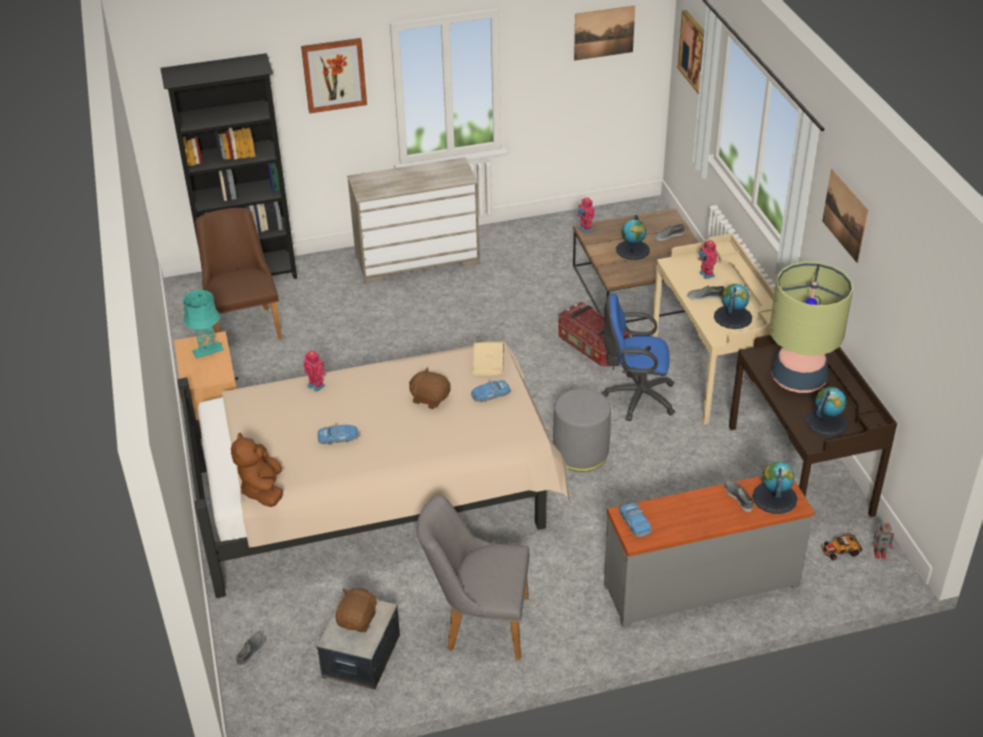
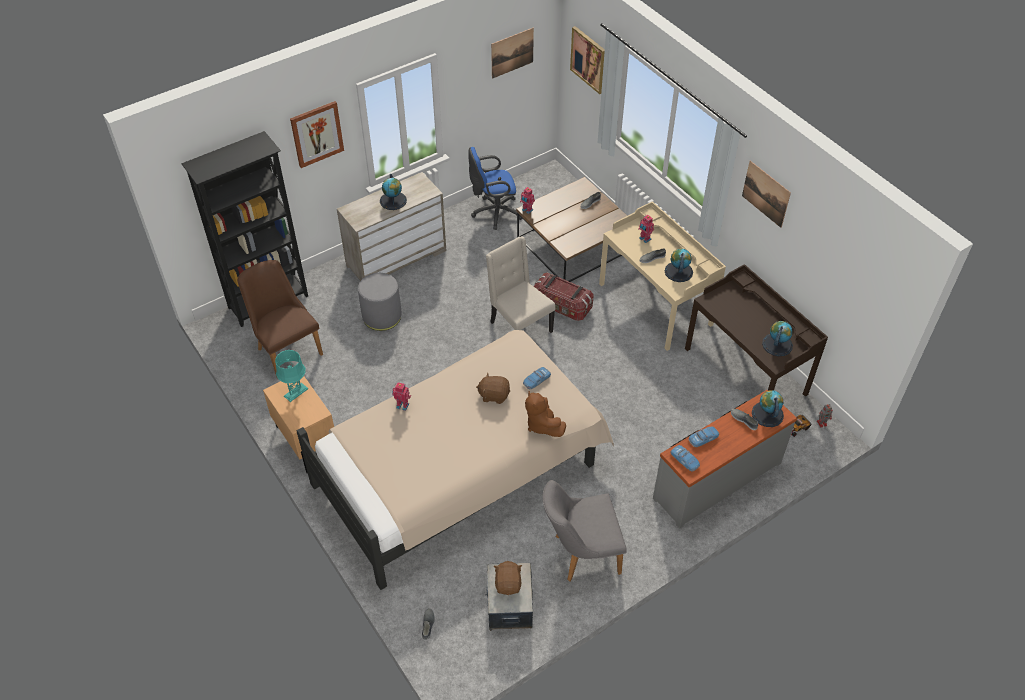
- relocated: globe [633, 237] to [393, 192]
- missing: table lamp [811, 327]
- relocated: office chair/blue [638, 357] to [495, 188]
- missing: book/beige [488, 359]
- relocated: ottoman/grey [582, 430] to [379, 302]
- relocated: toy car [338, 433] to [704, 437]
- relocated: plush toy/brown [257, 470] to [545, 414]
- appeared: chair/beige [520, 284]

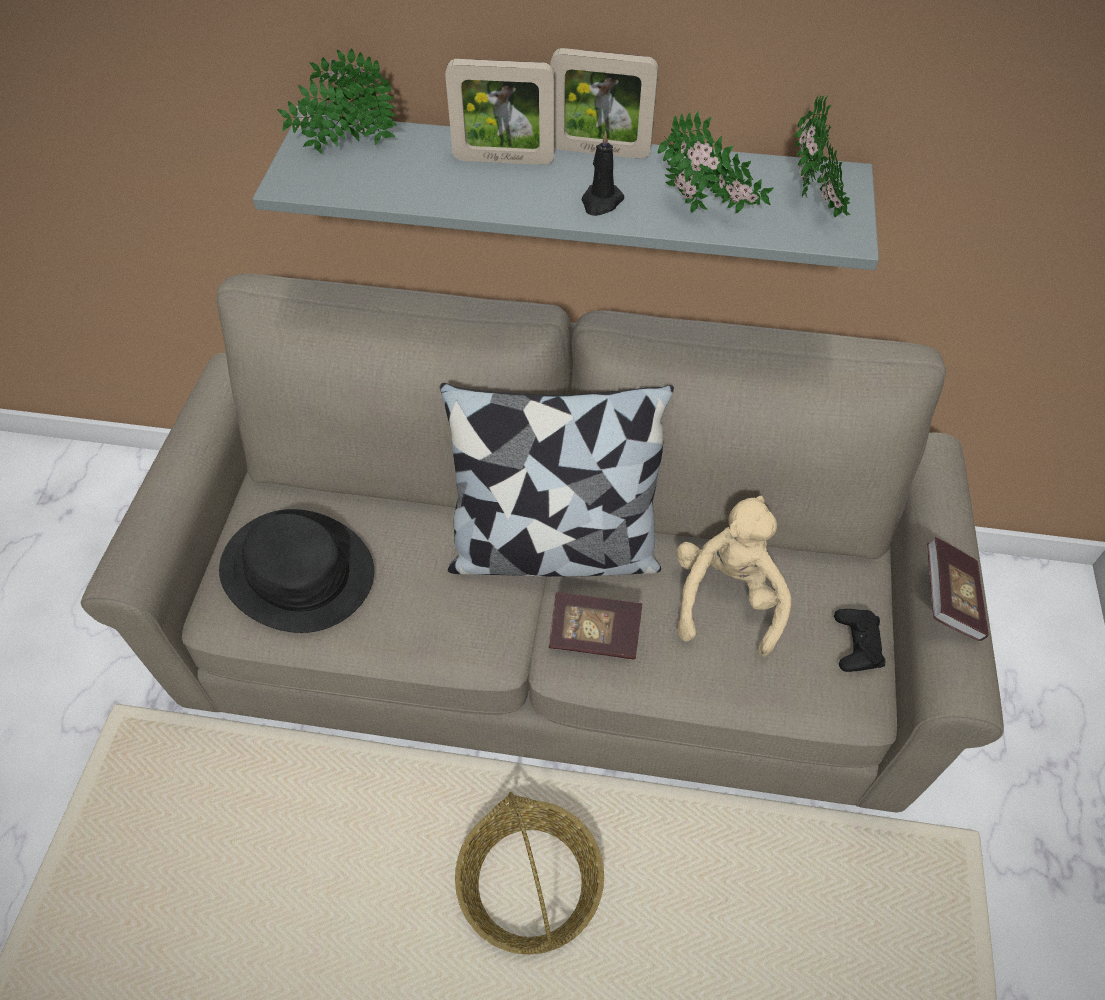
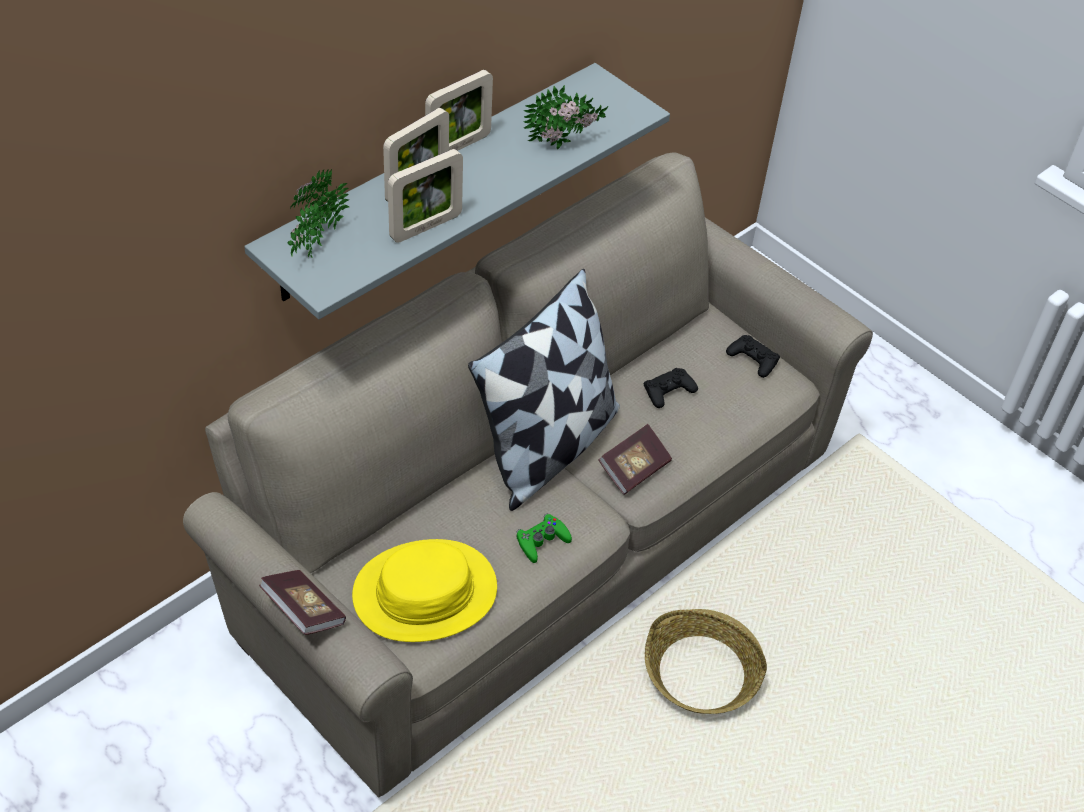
- missing: potted plant [823, 156]
- missing: candle/black [602, 173]
- exchanged: plush toy/beige [733, 576] to game controller/black [671, 388]
- colour: hat/black [296, 571] to hat/yellow [424, 590]
- relocated: book [958, 589] to [302, 602]
- appeared: picture frame [425, 196]
- appeared: game controller/green [544, 538]

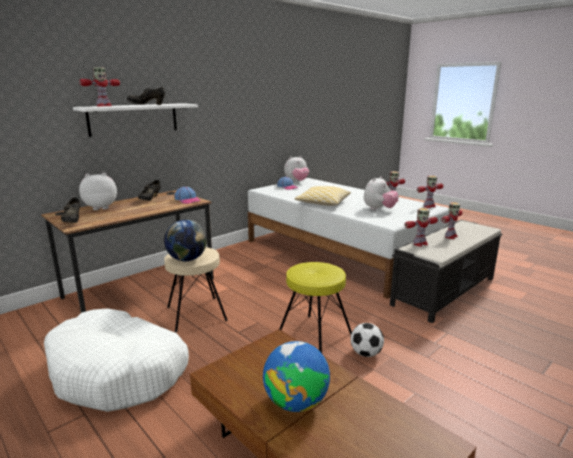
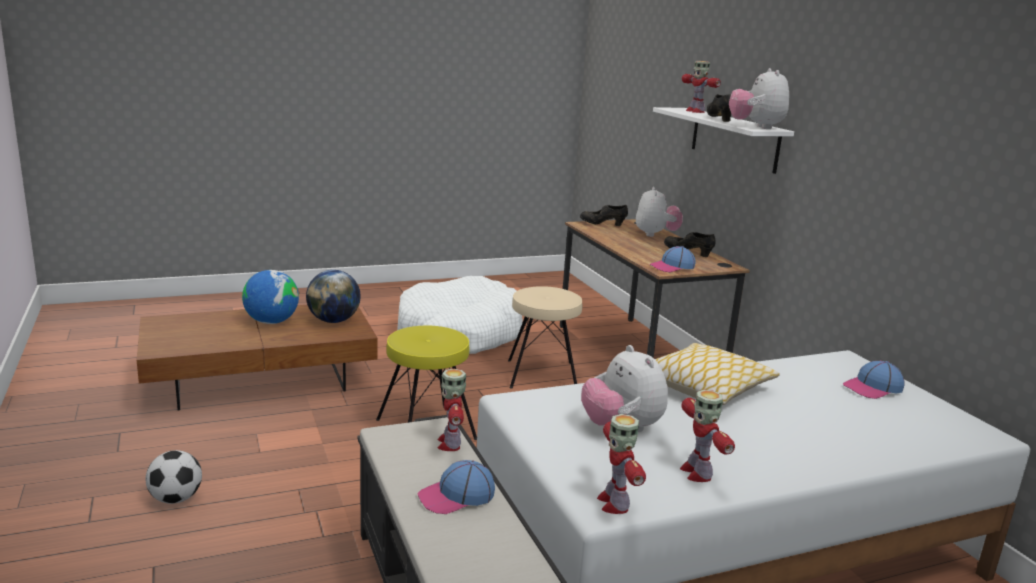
- relocated: plush toy [296, 169] to [759, 98]
- exchanged: toy robot [452, 220] to cap [456, 487]
- relocated: globe [185, 240] to [333, 296]
- relocated: football [367, 340] to [174, 477]

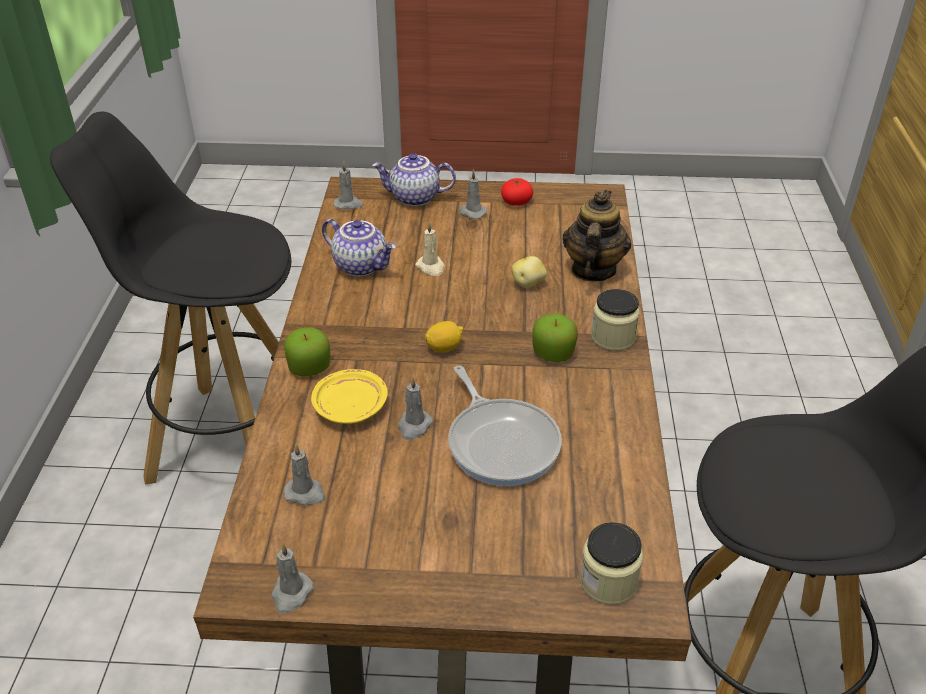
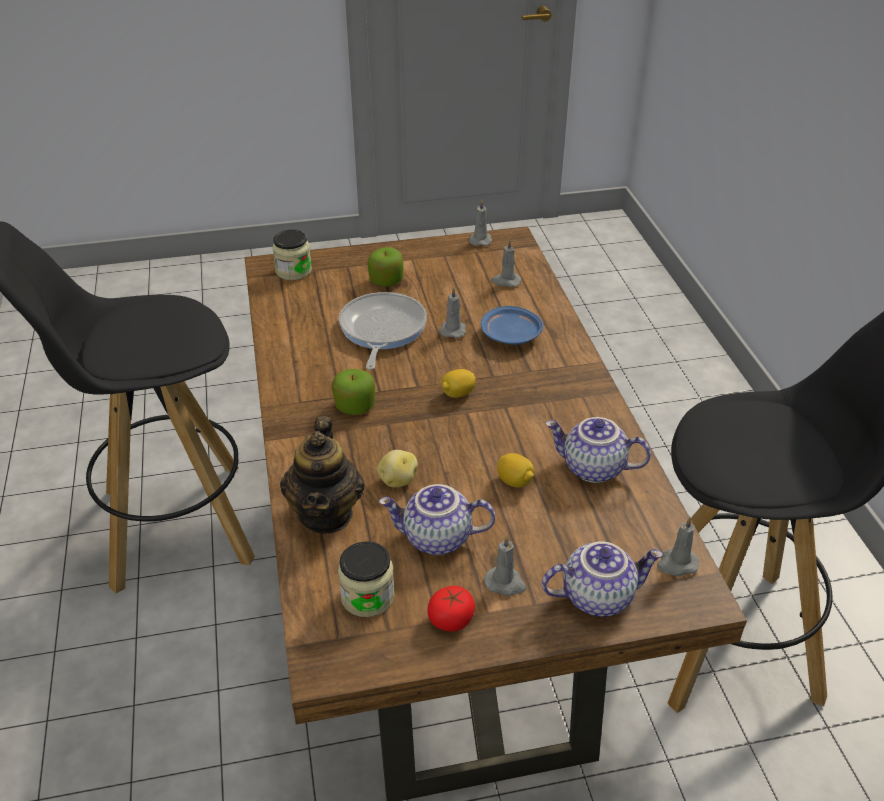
- exchanged: candle/beige [430, 249] to lemon [515, 470]
- relocated: jar [615, 320] to [366, 579]
- relocated: apple [307, 352] to [385, 267]
- spun: frying pan [505, 425] = [383, 331] 45 degrees clockwise
- colour: plate/yellow [349, 396] to plate/blue [512, 325]
- appeared: teapot [437, 519]

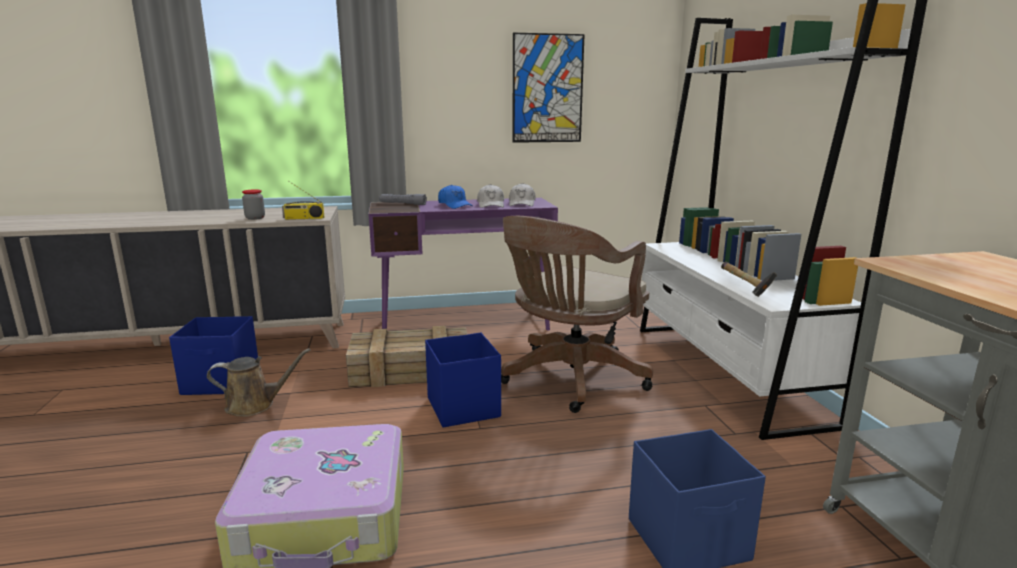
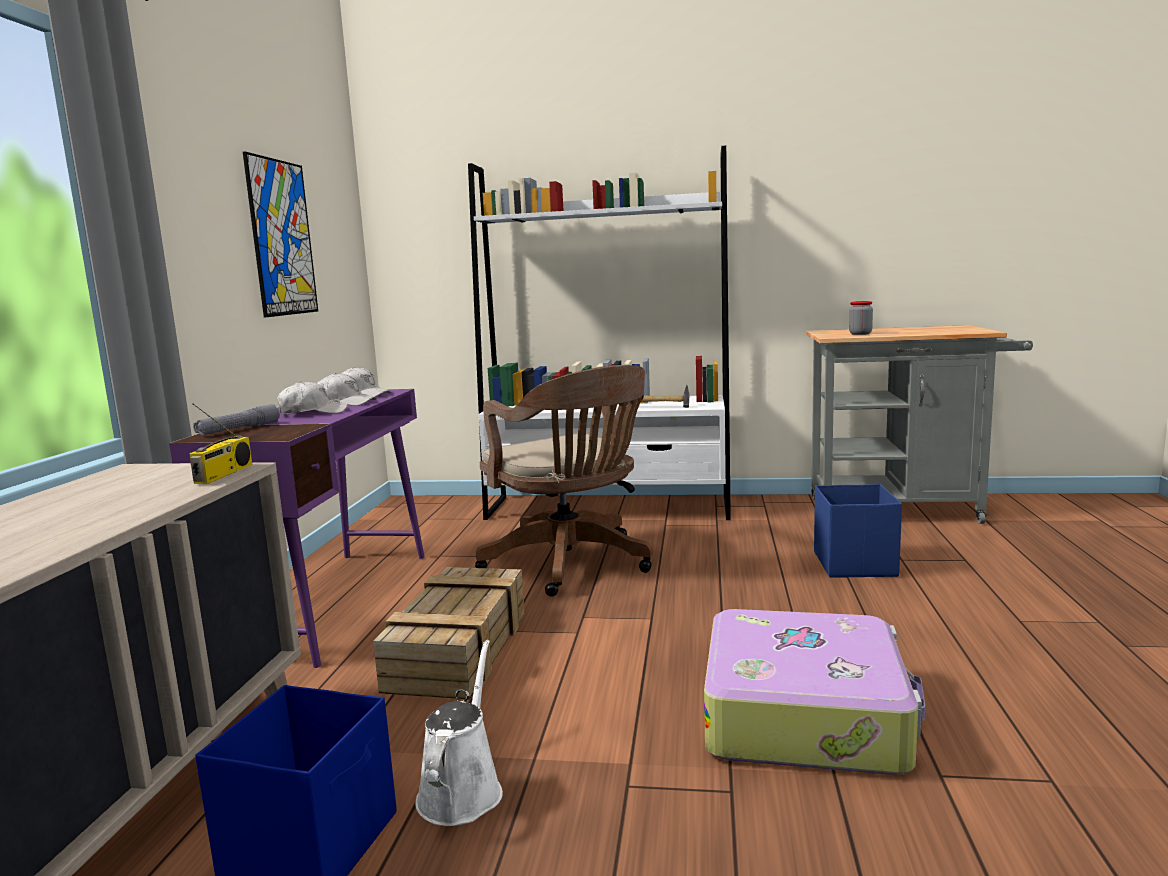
- colour: cap/blue [455, 197] to cap/white [312, 397]
- relocated: jar [253, 204] to [861, 318]
- missing: storage box/blue [463, 379]
- colour: watering can/brown [259, 382] to watering can/white [459, 733]

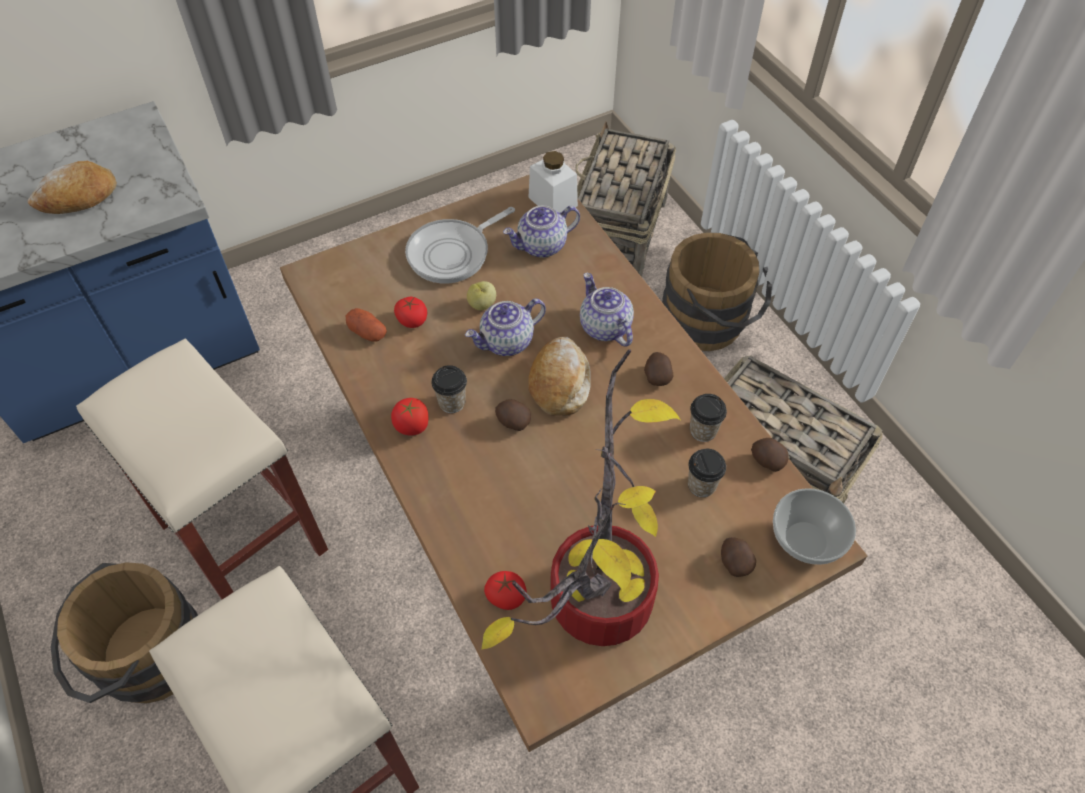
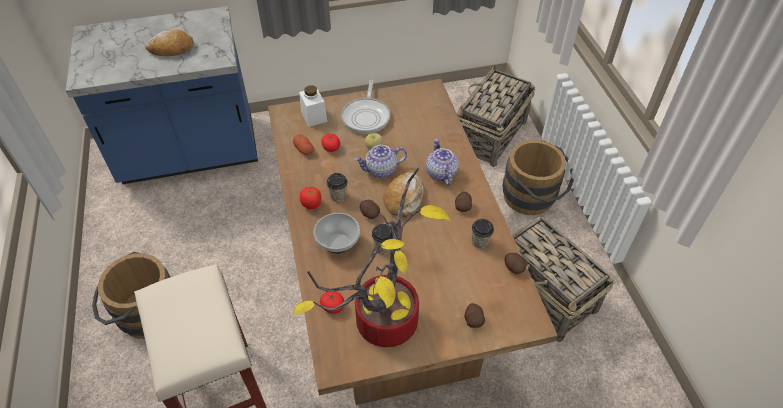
- relocated: jar/white [553, 182] to [313, 106]
- missing: teapot [541, 232]
- spun: frying pan [460, 245] = [365, 107] 60 degrees counterclockwise
- missing: stool/beige [202, 468]
- relocated: cup [707, 473] to [383, 239]
- relocated: bowl [814, 526] to [337, 233]

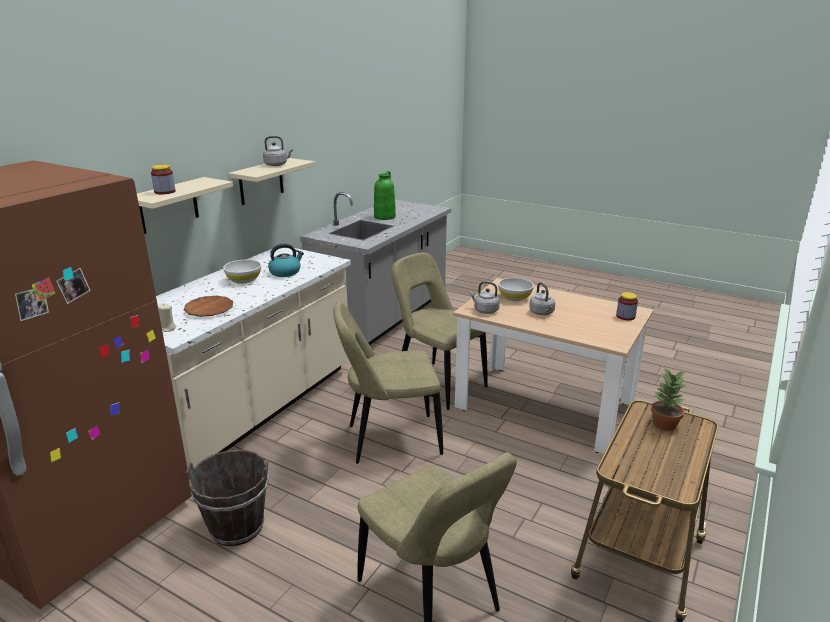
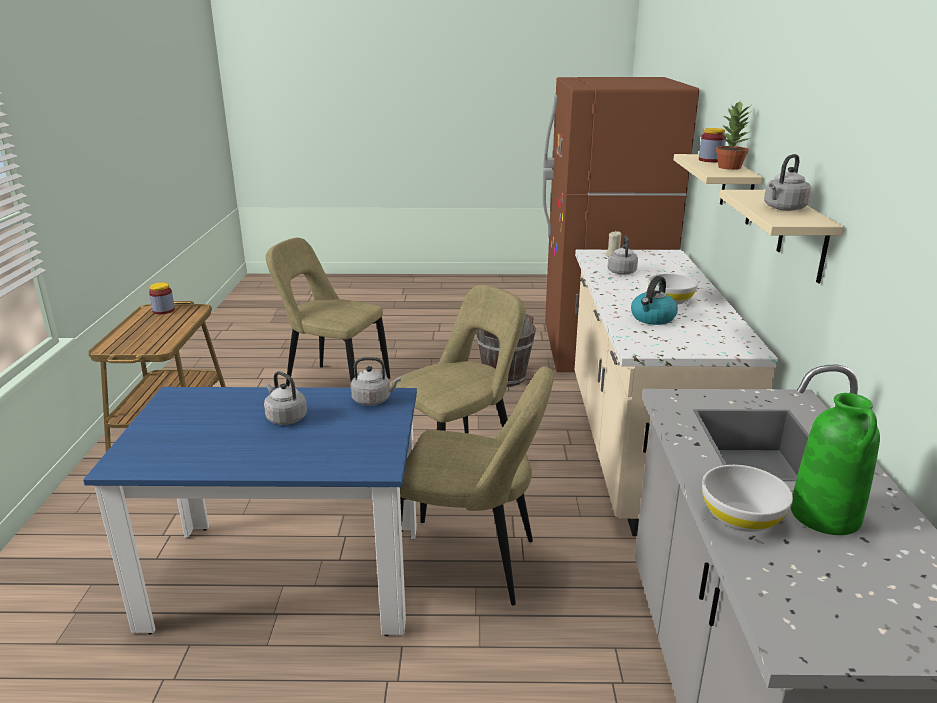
- colour: dining table/beige [553, 366] to dining table/blue [250, 511]
- relocated: bowl/white [516, 289] to [747, 498]
- relocated: jar [627, 306] to [162, 298]
- exchanged: plate/brown [208, 306] to kettle/grey [622, 255]
- relocated: potted plant [669, 399] to [733, 135]

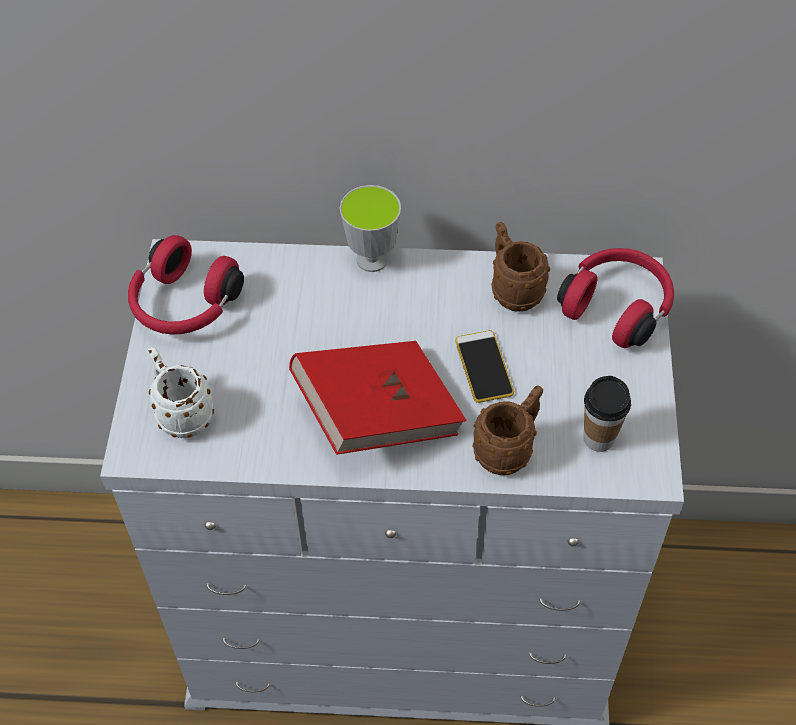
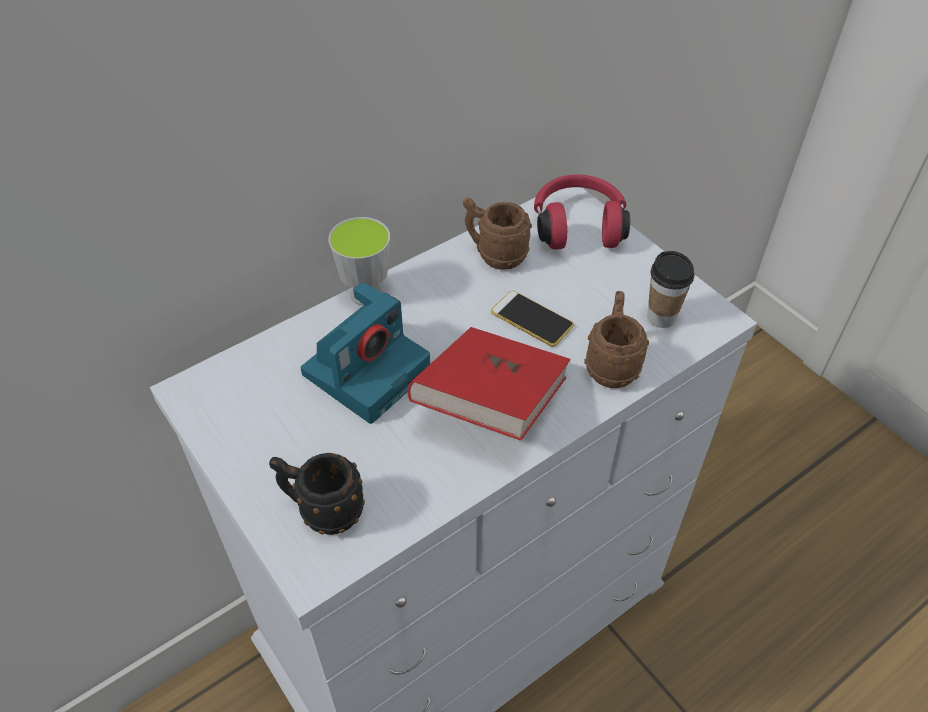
- missing: headphones/red [186, 285]
- colour: mug/white [180, 392] to mug/black [317, 494]
- appeared: photo camera [365, 353]

